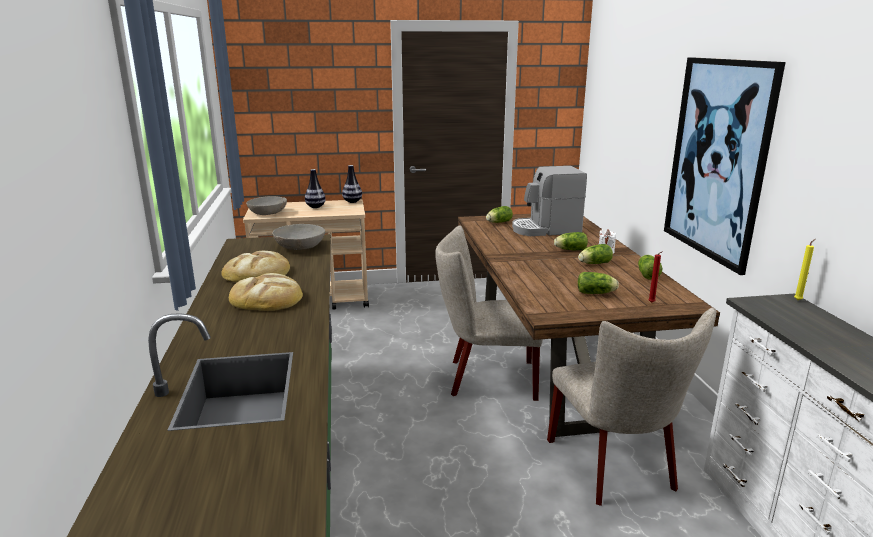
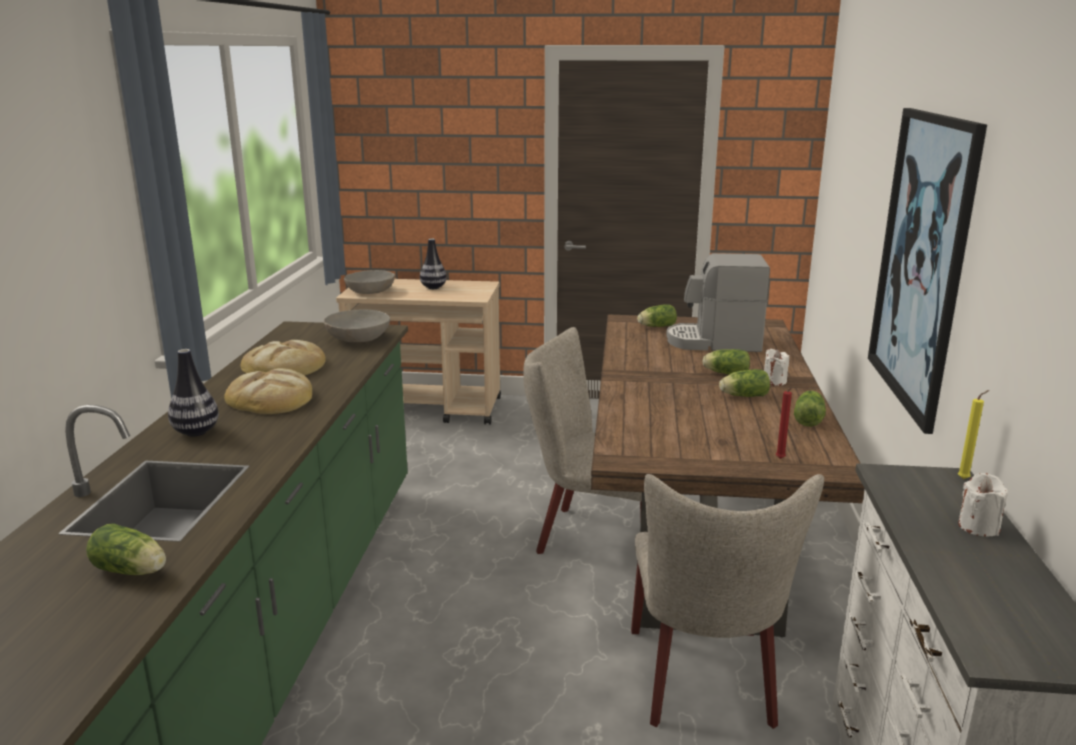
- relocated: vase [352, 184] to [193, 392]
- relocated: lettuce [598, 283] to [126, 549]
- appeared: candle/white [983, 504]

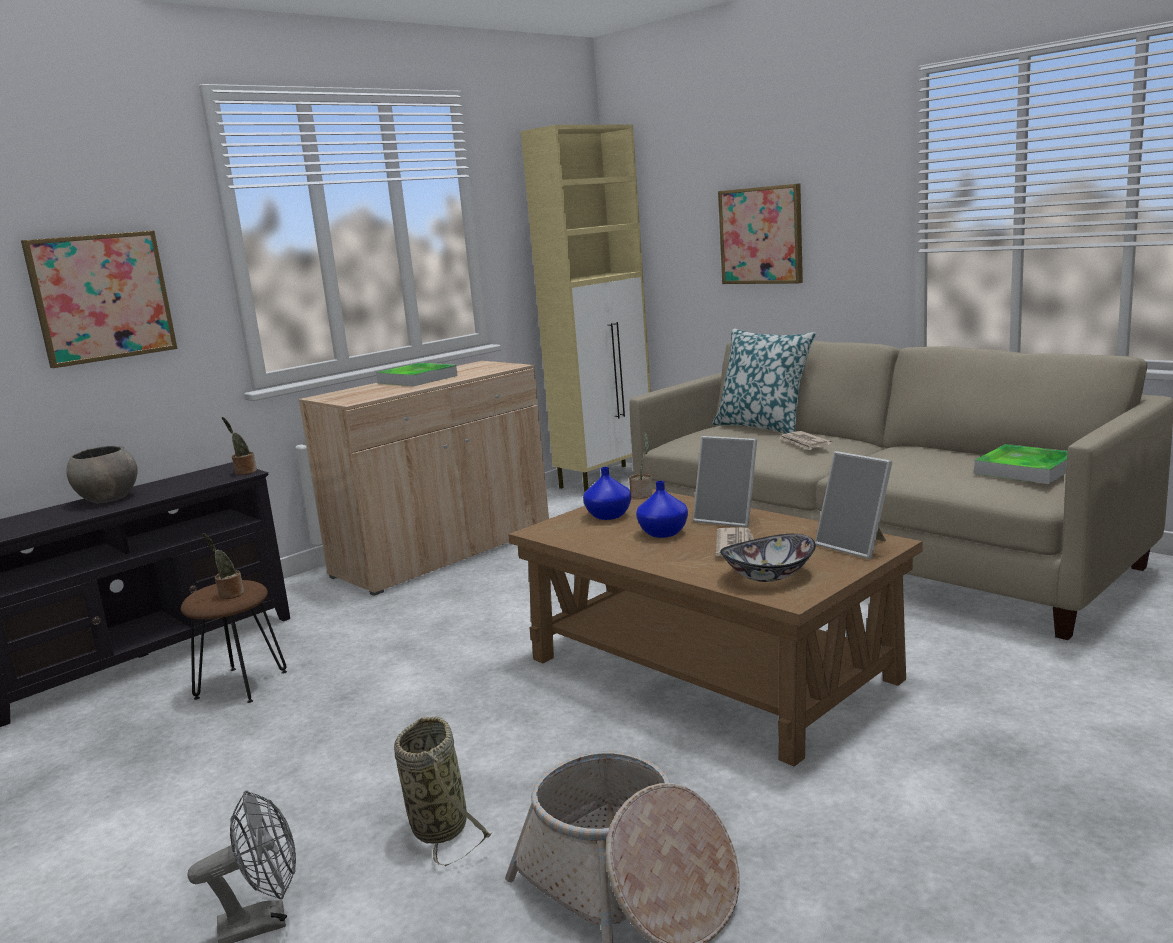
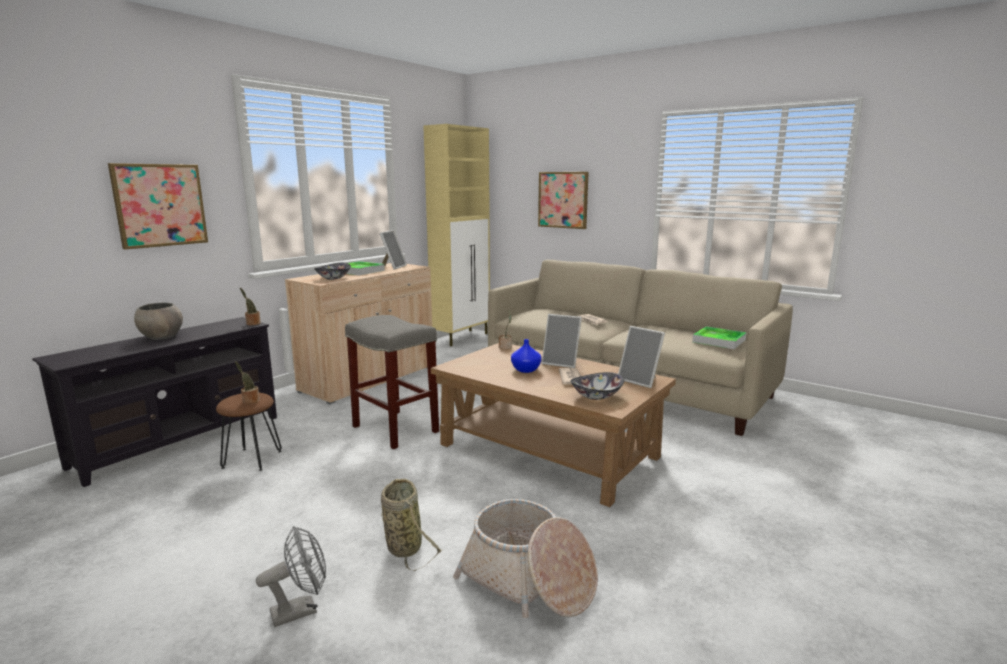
- missing: pillow [764, 381]
- missing: vase/blue [607, 493]
- appeared: picture frame [393, 250]
- appeared: bowl [332, 271]
- appeared: stool/grey [392, 382]

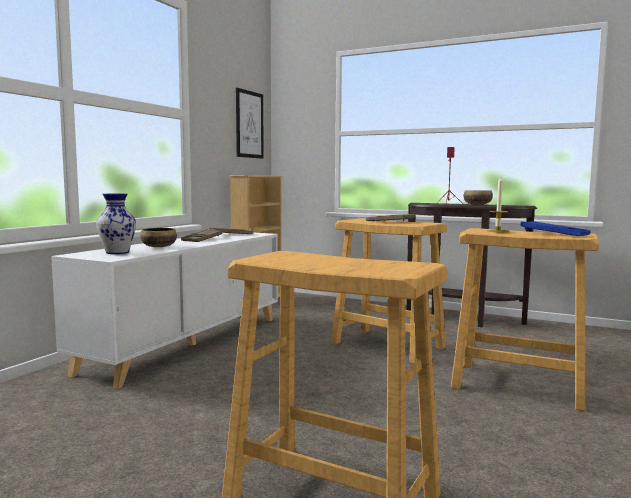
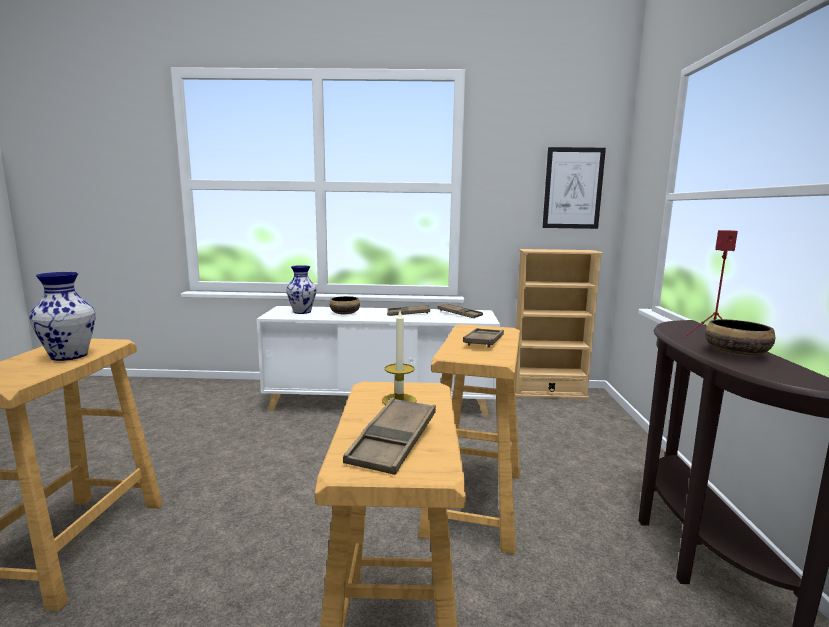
- colour: tray/blue [555, 228] to tray/brown [389, 436]
- appeared: vase [62, 316]

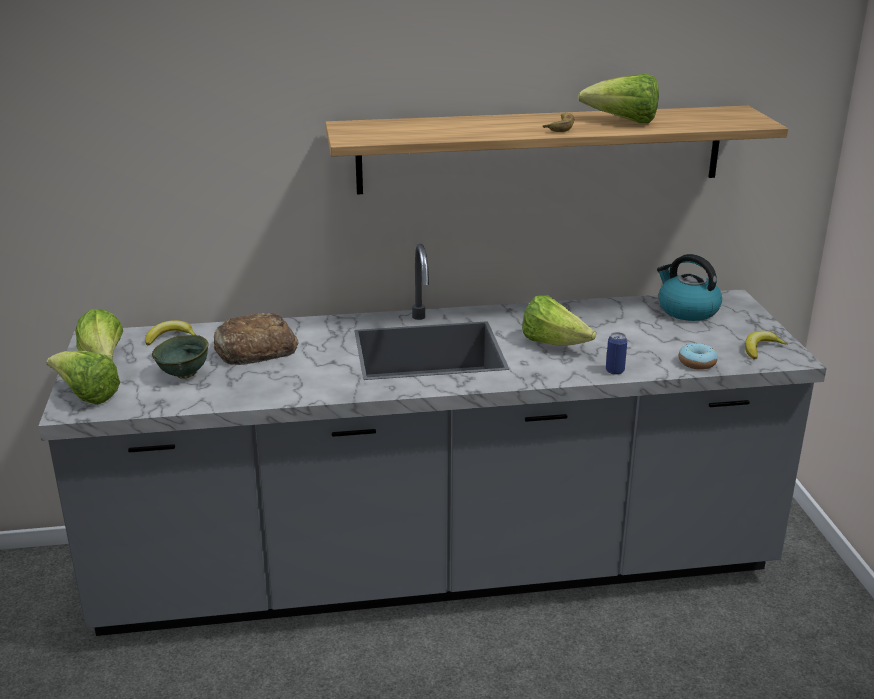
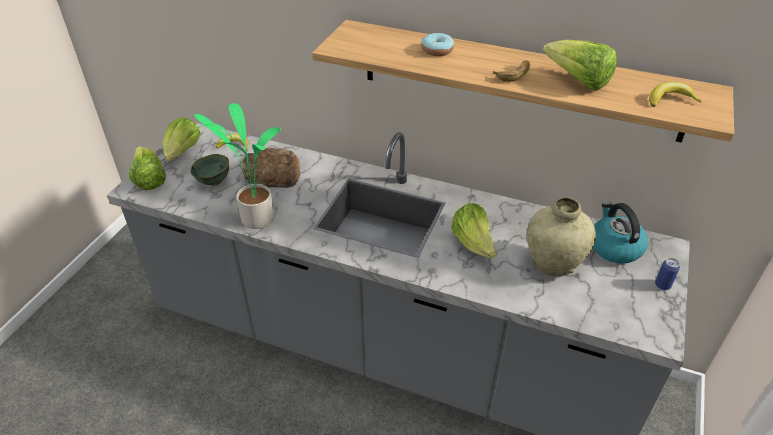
- relocated: banana [766, 345] to [675, 94]
- relocated: can [616, 353] to [667, 274]
- relocated: donut [698, 356] to [437, 44]
- appeared: potted plant [237, 166]
- appeared: vase/beige [561, 237]

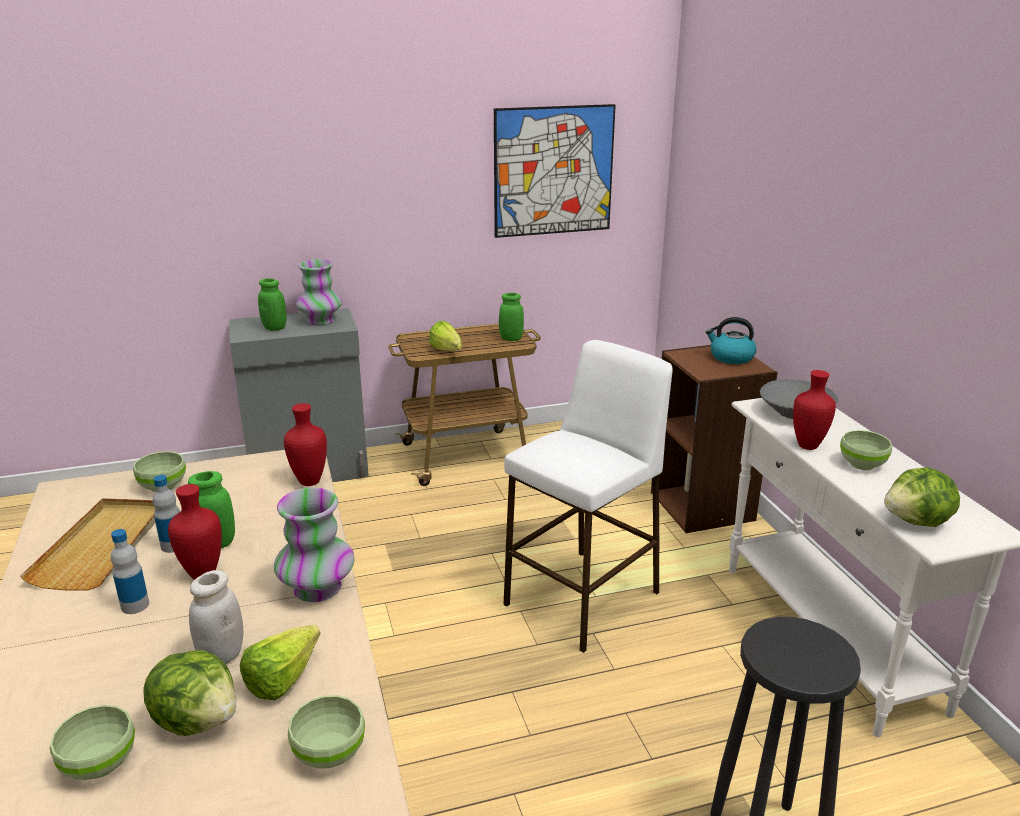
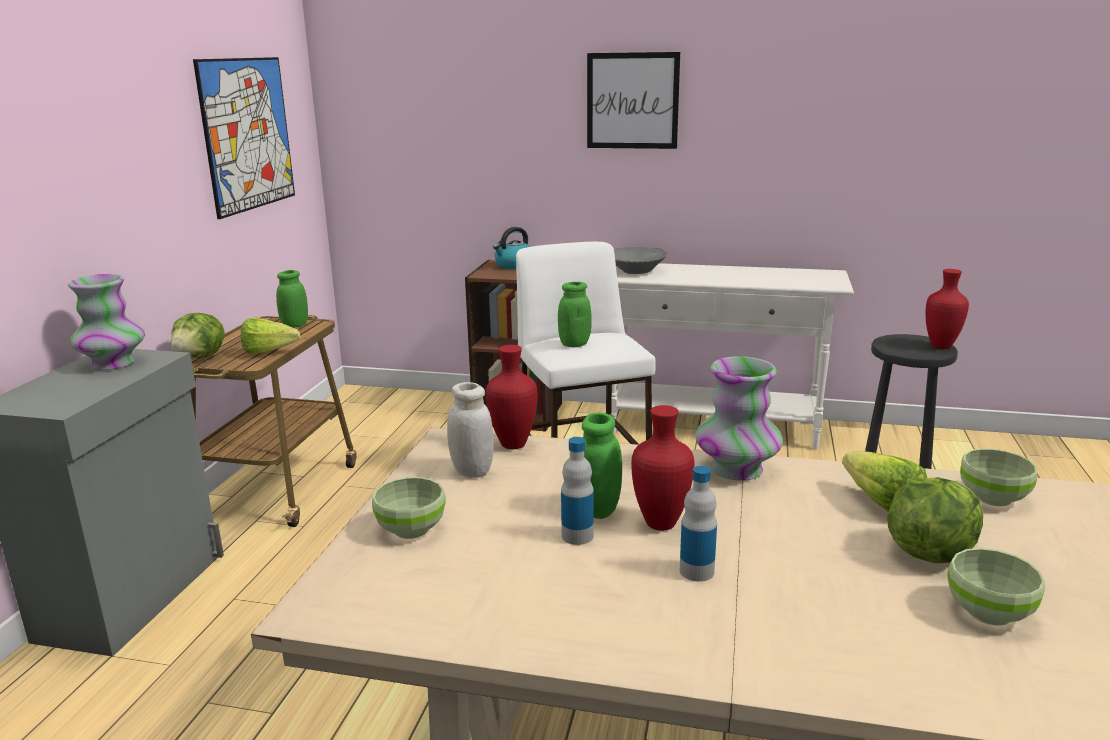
- relocated: jar/green [272, 304] to [575, 314]
- relocated: vase/red [814, 410] to [947, 309]
- missing: bowl/green [866, 450]
- relocated: lettuce [922, 497] to [198, 335]
- missing: tray/beige [87, 544]
- relocated: jar/white [216, 617] to [470, 430]
- appeared: picture [633, 100]

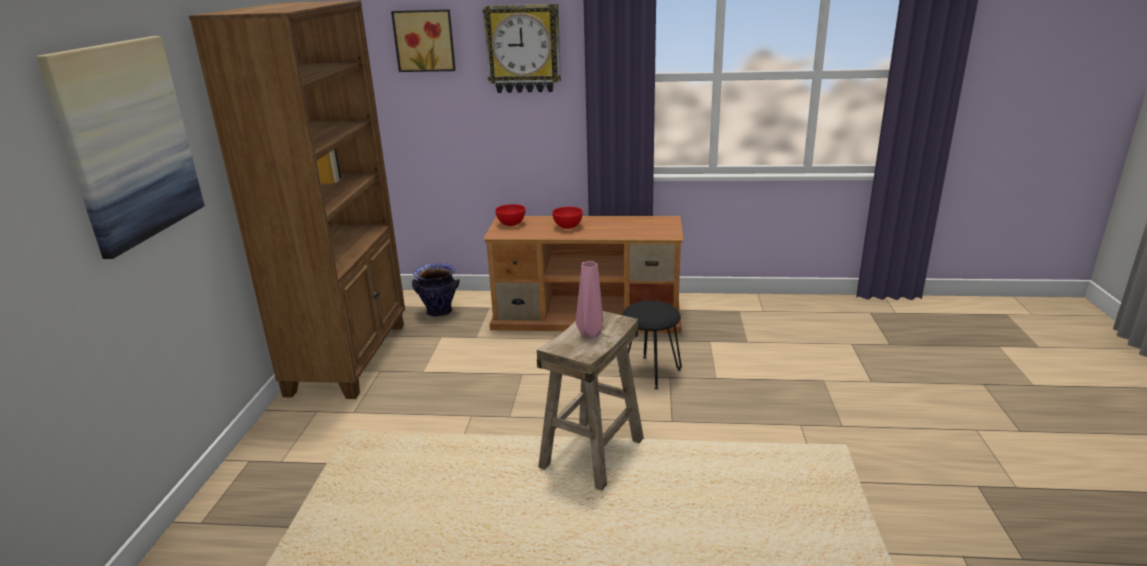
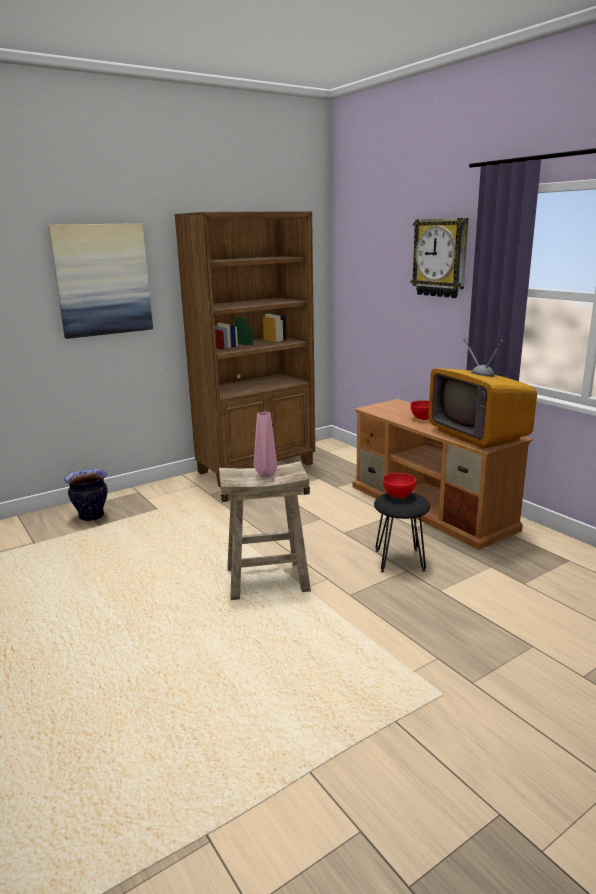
- missing: picture [423, 40]
- relocated: bowl/red [510, 215] to [399, 485]
- relocated: vase [435, 290] to [86, 495]
- appeared: television [482, 393]

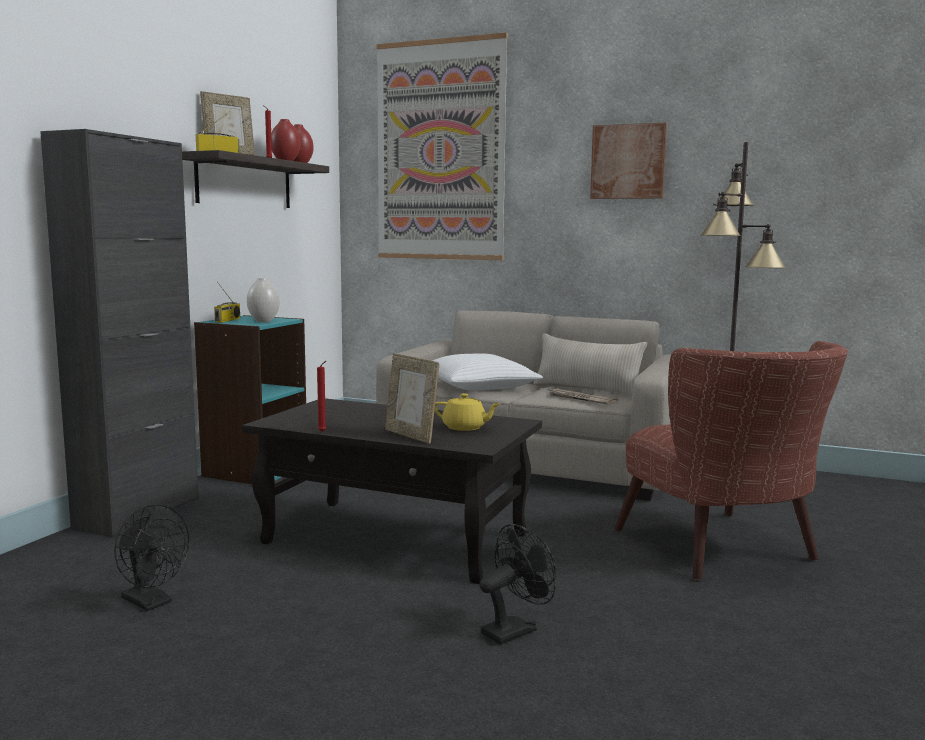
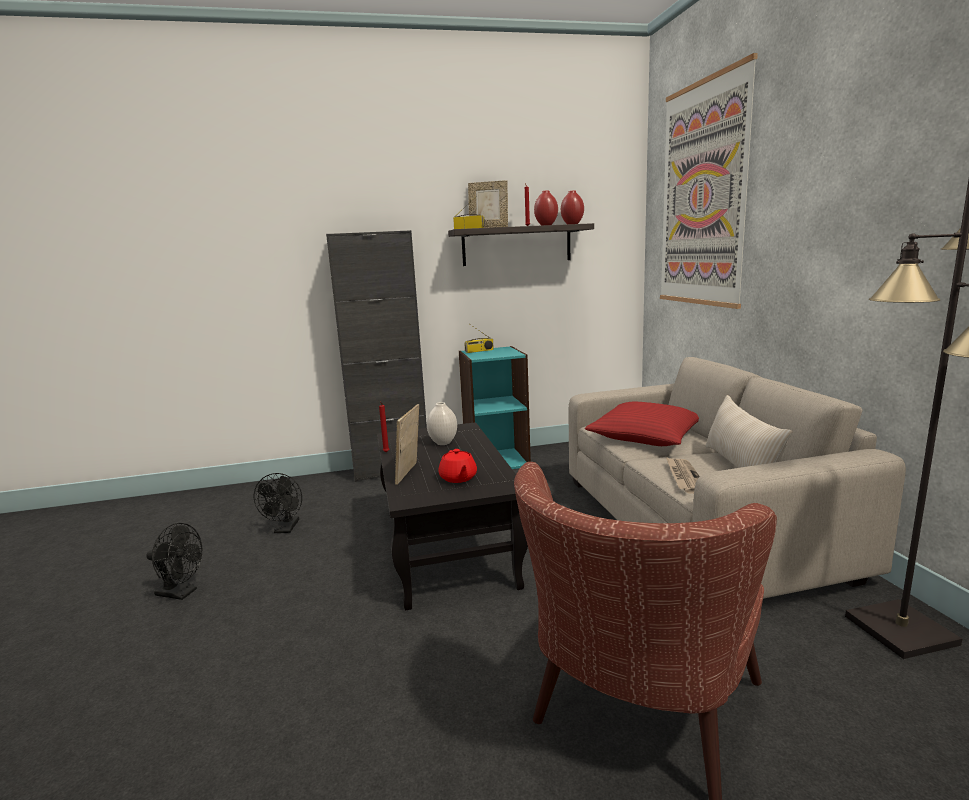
- missing: picture [628, 160]
- relocated: vase/white [263, 299] to [442, 423]
- colour: pillow/white [487, 371] to pillow/red [642, 424]
- colour: teapot/yellow [467, 412] to teapot/red [457, 466]
- relocated: fan/black [517, 584] to [174, 561]

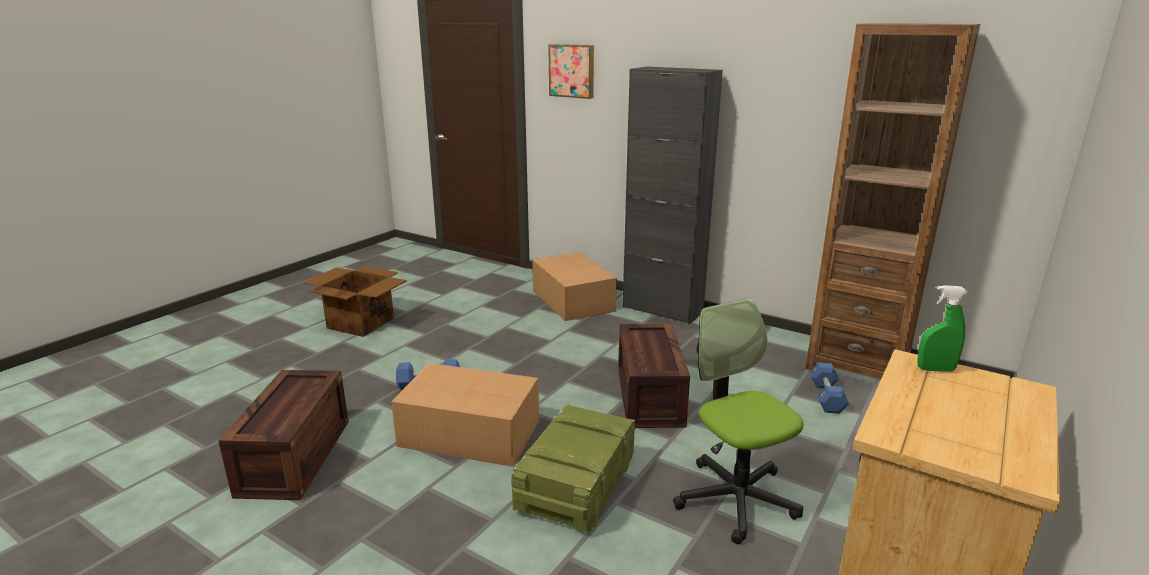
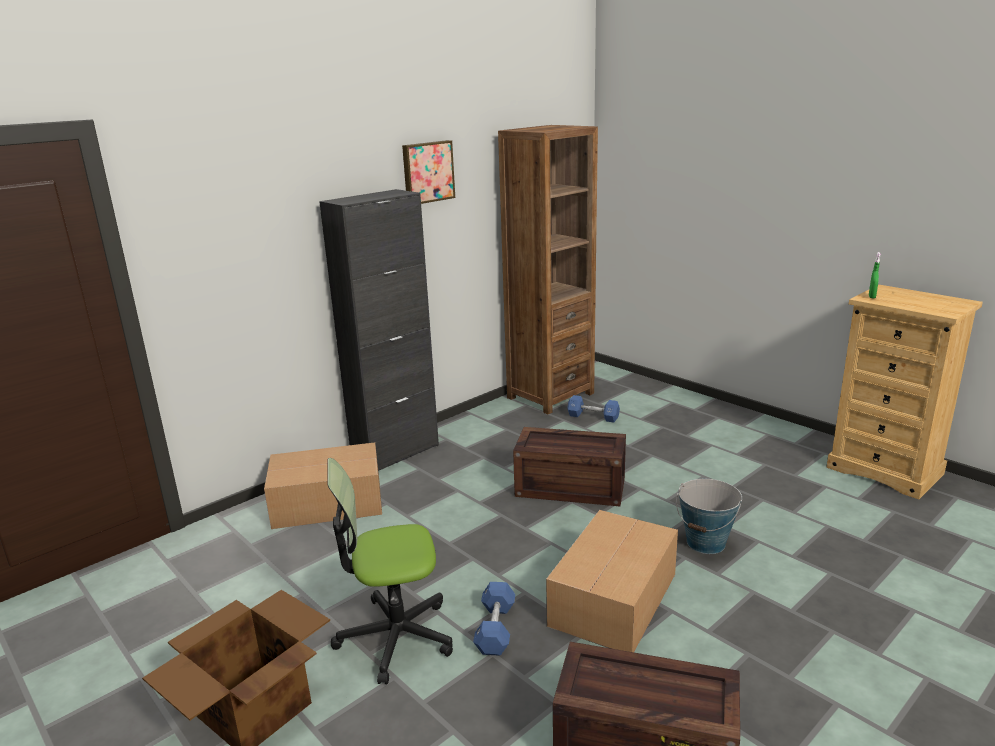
- relocated: picture [571, 71] to [428, 172]
- relocated: office chair [738, 421] to [390, 571]
- exchanged: crate [573, 468] to bucket [709, 516]

